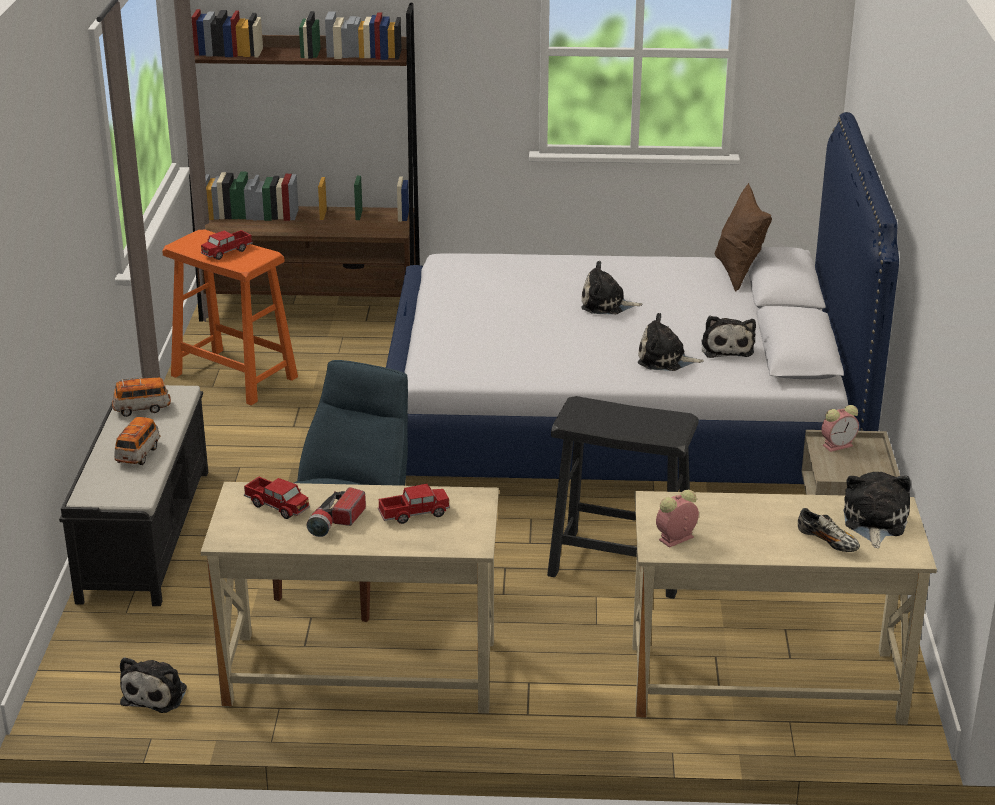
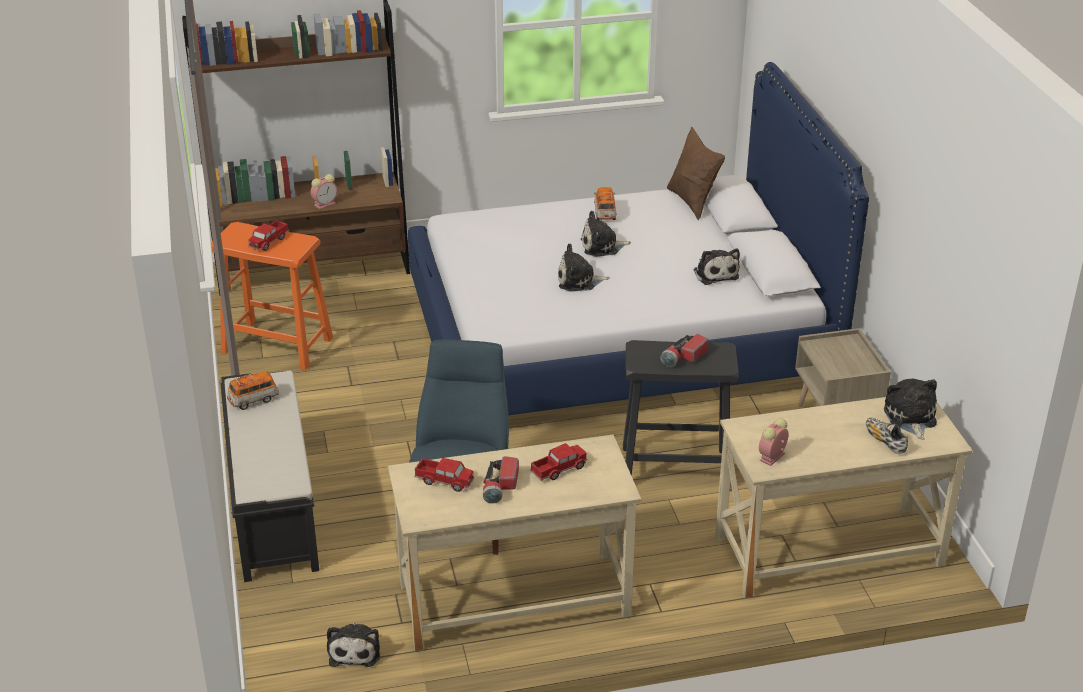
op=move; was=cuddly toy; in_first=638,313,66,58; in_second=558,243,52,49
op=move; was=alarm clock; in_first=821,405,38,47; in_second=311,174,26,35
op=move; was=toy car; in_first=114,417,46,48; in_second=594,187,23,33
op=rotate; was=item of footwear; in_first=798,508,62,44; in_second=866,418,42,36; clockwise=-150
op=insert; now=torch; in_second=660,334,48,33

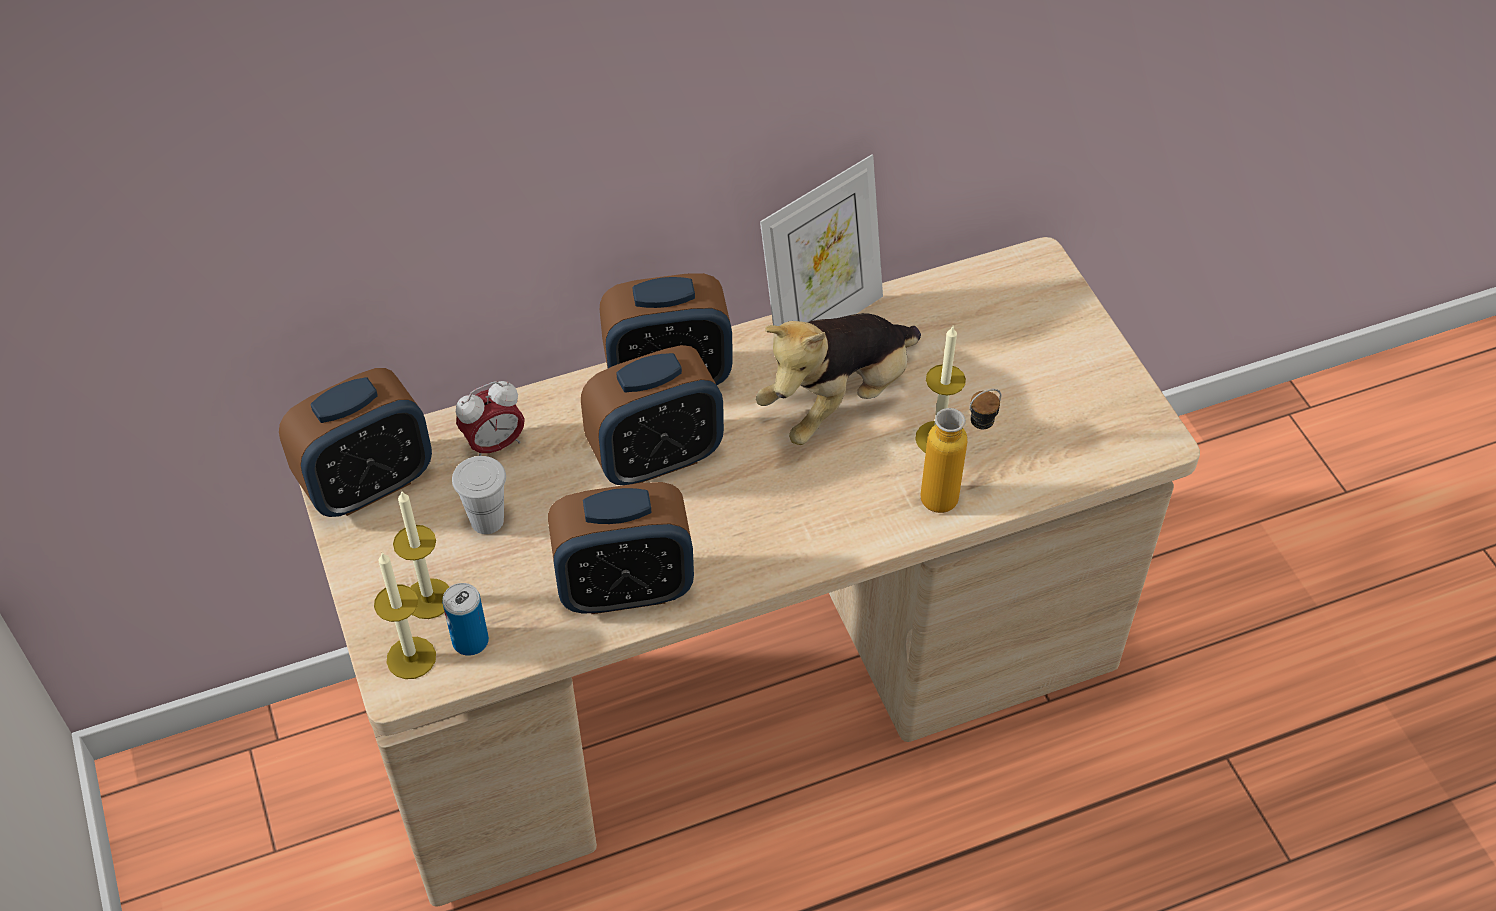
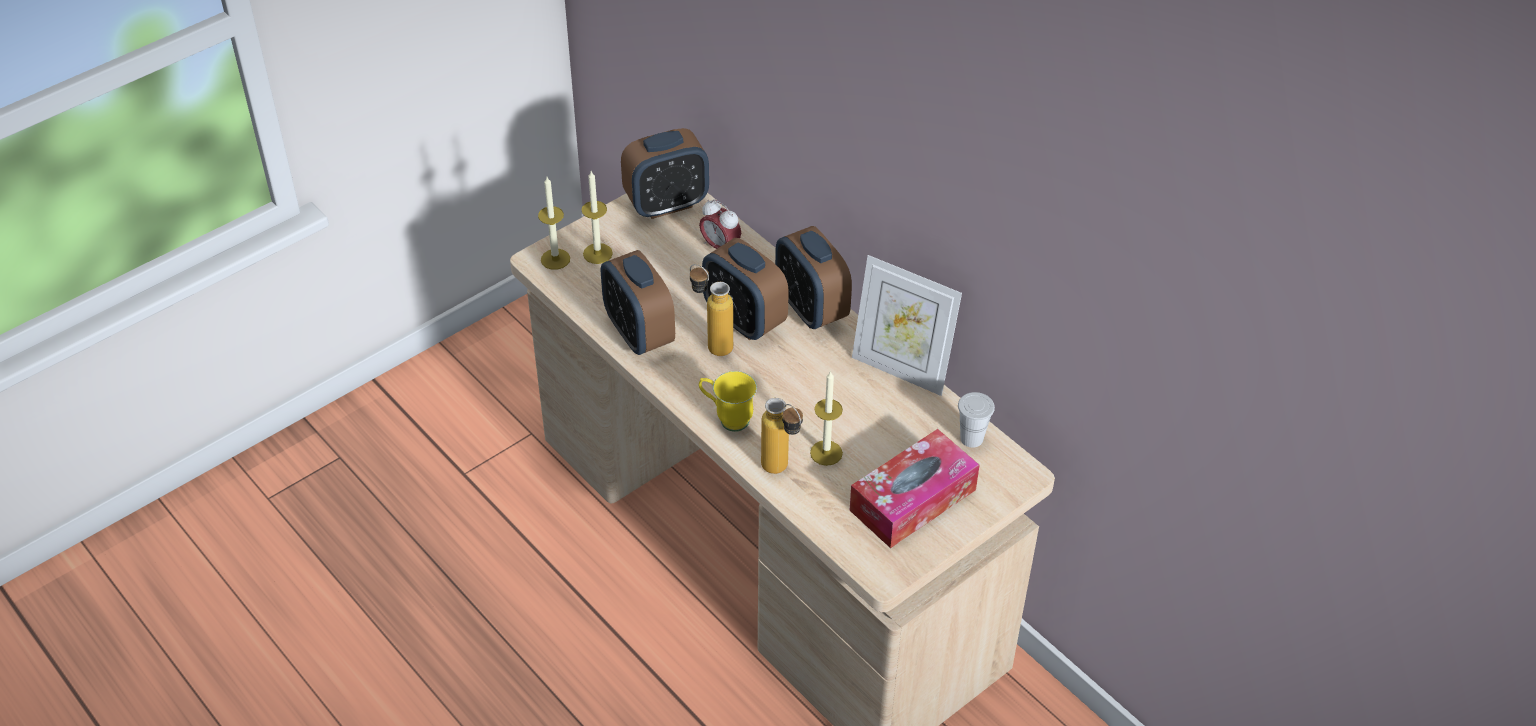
op=delete; was=cuddly toy; in_first=756,313,165,132
op=rotate; was=alarm clock; in_first=279,368,153,149; in_second=621,128,88,91; clockwise=-60
op=move; was=whitish drinking cup; in_first=452,456,54,78; in_second=958,392,37,56
op=delete; was=metal can; in_first=442,583,47,73
op=insert; now=beverage bottle; in_second=690,264,43,92
op=insert; now=yellow mug; in_second=699,371,58,61
op=insert; now=tissue box; in_second=850,429,129,119

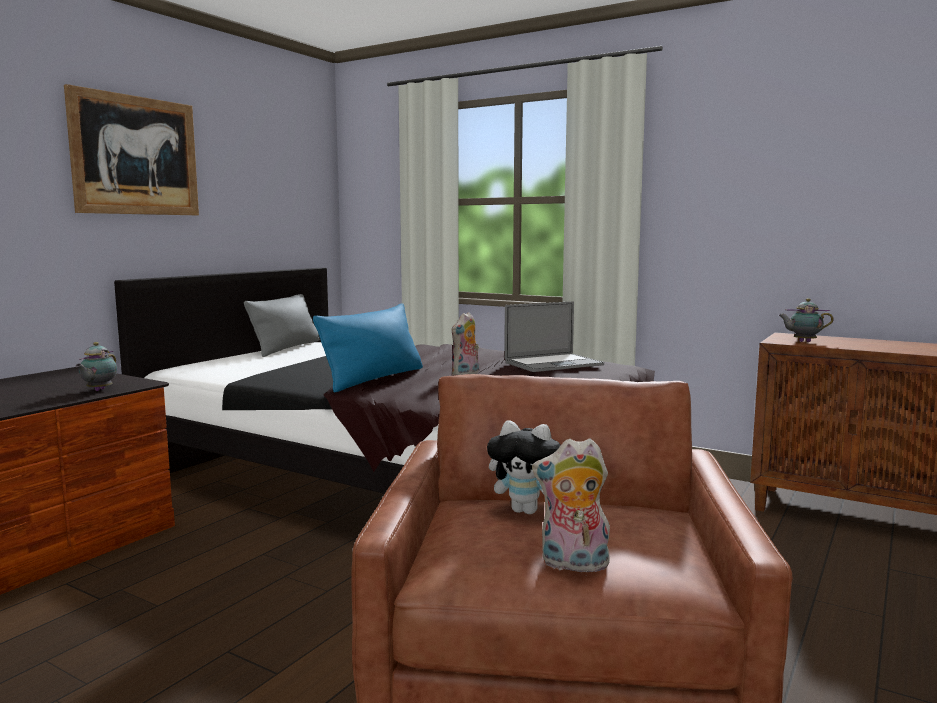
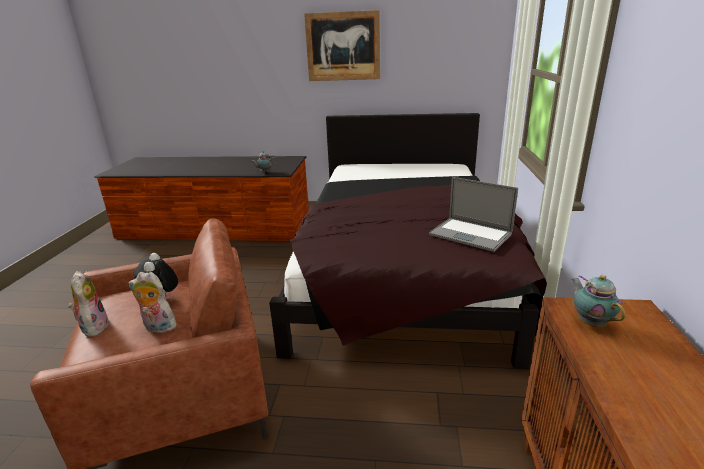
op=delete; was=greyish pillow; in_first=244,294,75,63
op=delete; was=bluish pillow; in_first=313,303,110,89
op=move; was=cuddly toy; in_first=451,312,28,64; in_second=129,272,48,61

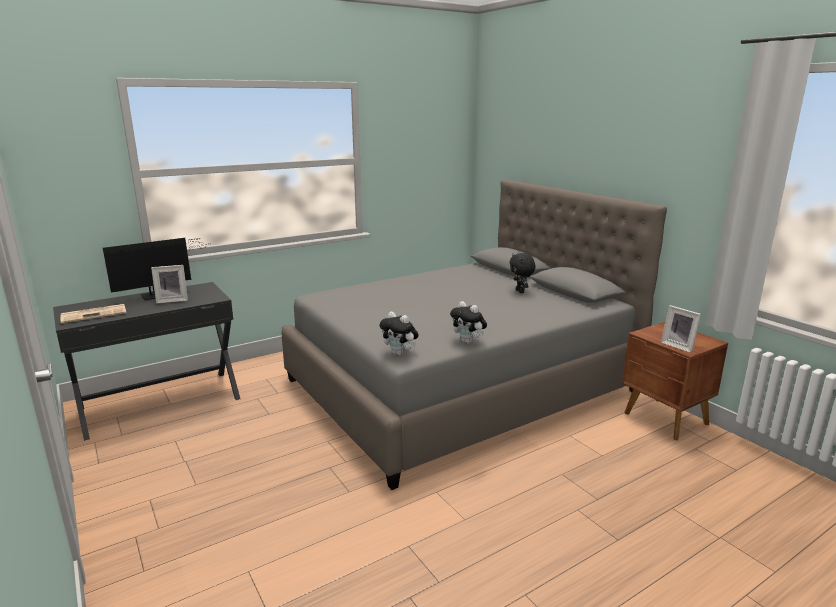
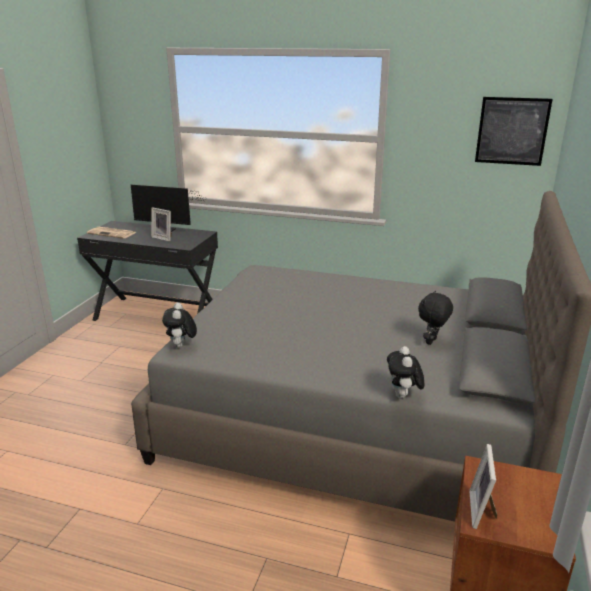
op=move; was=cuddly toy; in_first=450,301,37,43; in_second=387,346,37,52
op=insert; now=picture; in_second=475,97,78,69

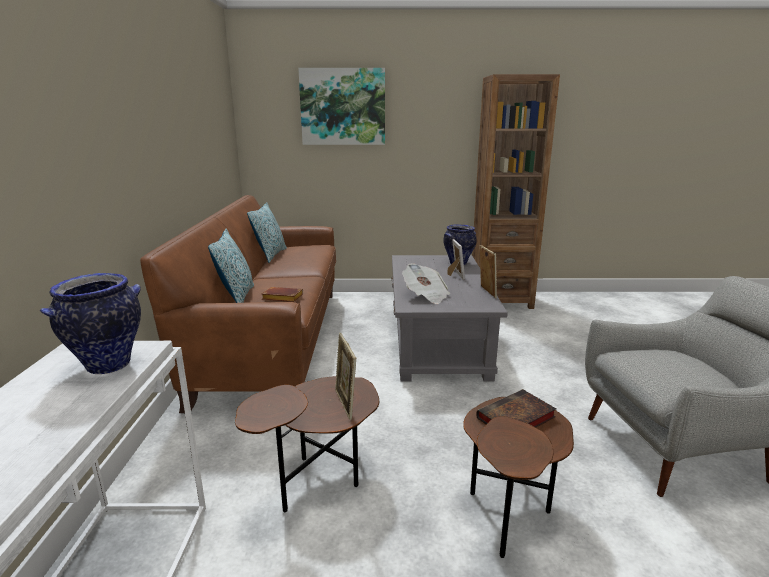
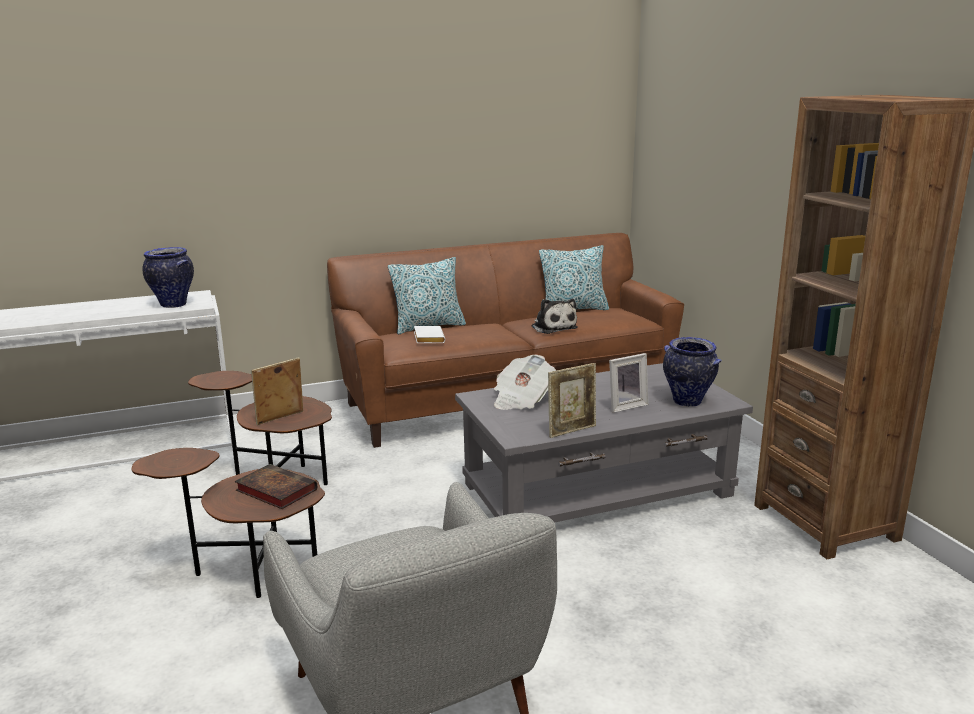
op=delete; was=picture; in_first=298,68,87,77
op=recolor; was=brown-coloured book; now=whitish book; in_first=262,287,41,15; in_second=414,326,31,17
op=insert; now=cuddly toy; in_second=532,299,46,35

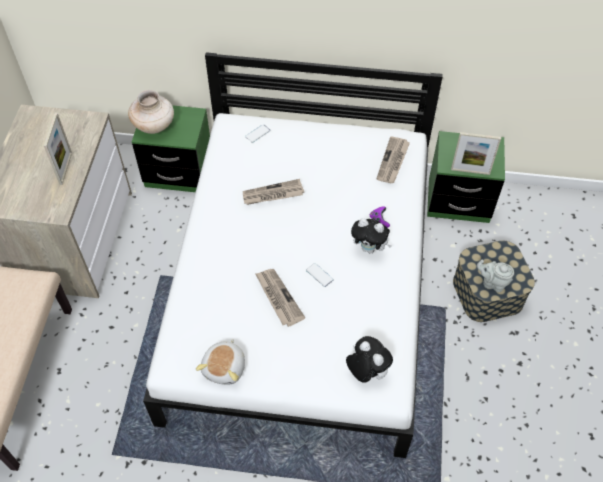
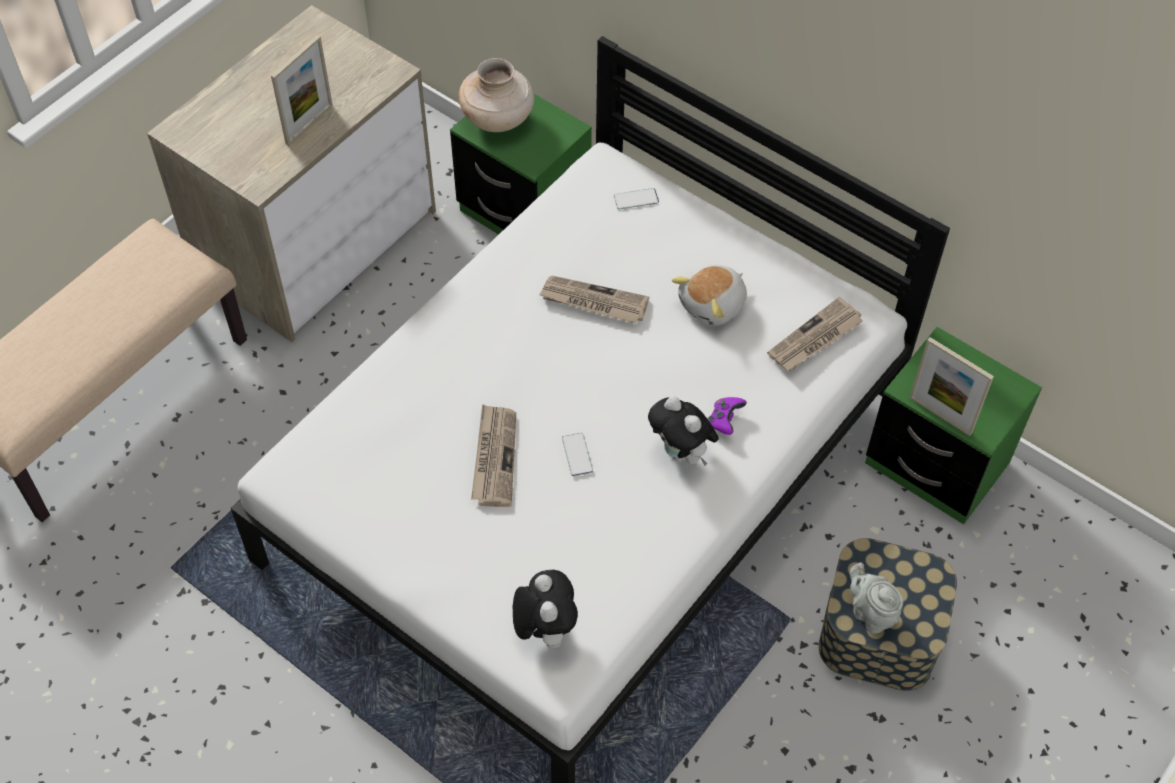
op=move; was=cuddly toy; in_first=196,339,49,46; in_second=672,264,75,62

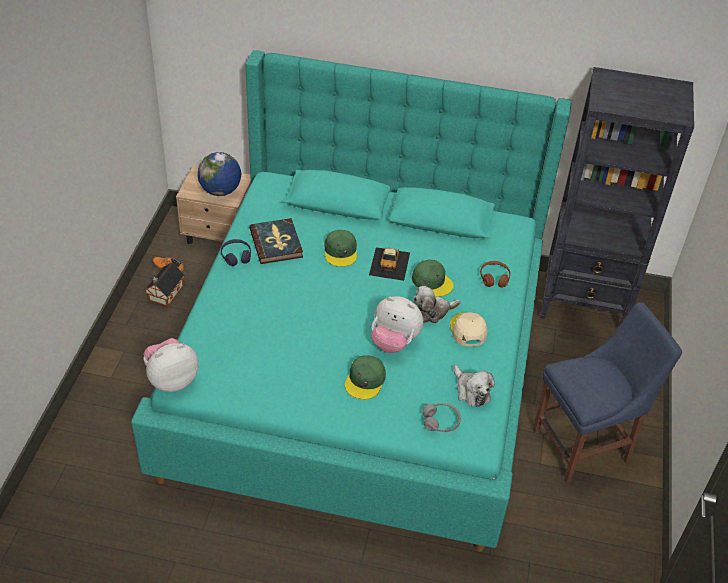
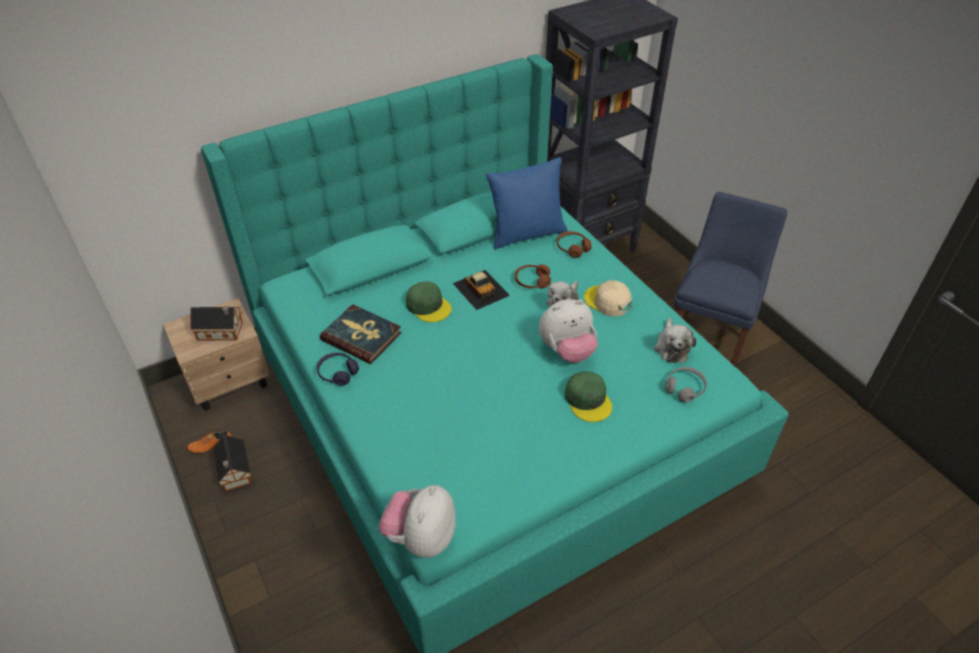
op=replace; was=world globe; now=toy house; in_first=198,152,44,44; in_second=191,306,52,34
op=replace; was=greenish baseball cap; now=brown-coloured headset; in_first=412,260,42,37; in_second=515,264,36,24
op=rotate; was=cuddly toy; in_first=454,365,41,42; in_second=654,318,42,45; clockwise=75
op=insert; now=bluish pillow; in_second=486,157,82,92

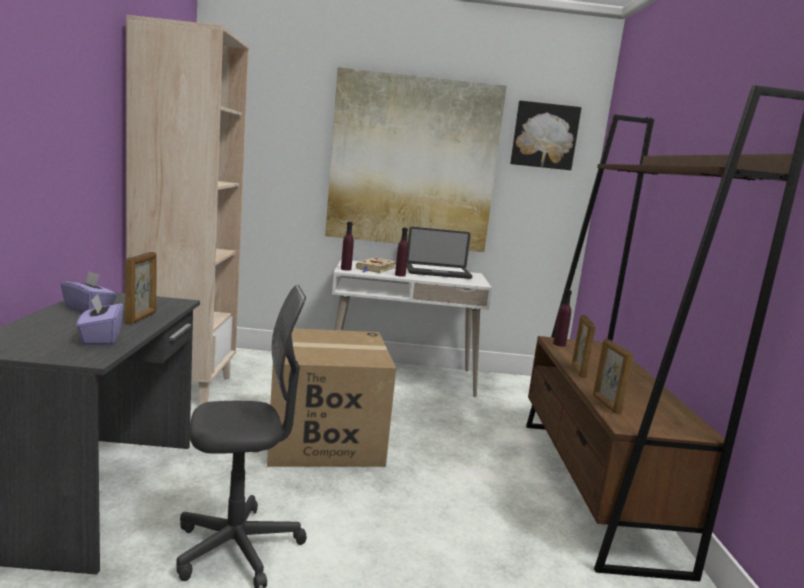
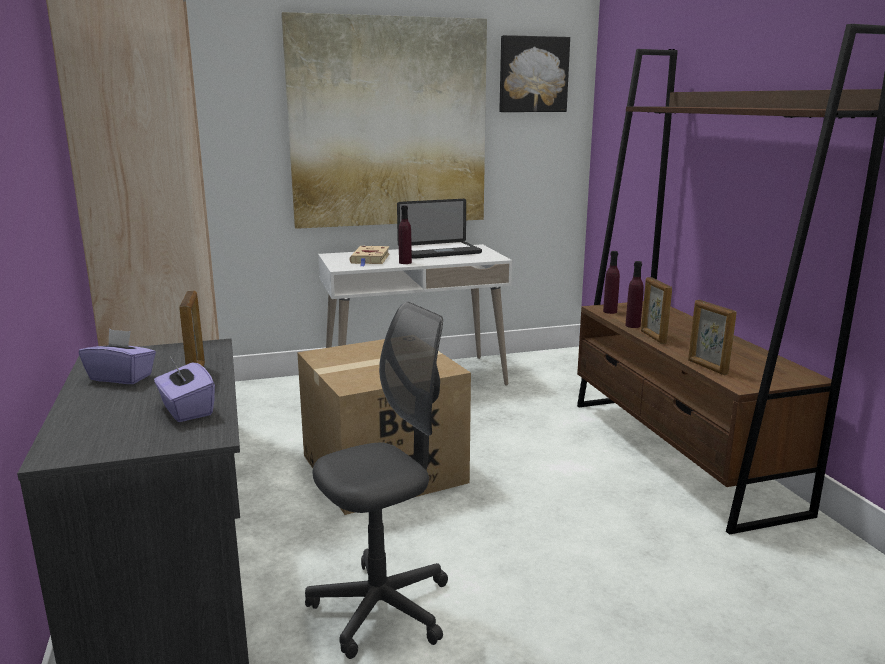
op=move; was=purple-coloured beverage bottle; in_first=341,222,13,49; in_second=625,261,19,67

